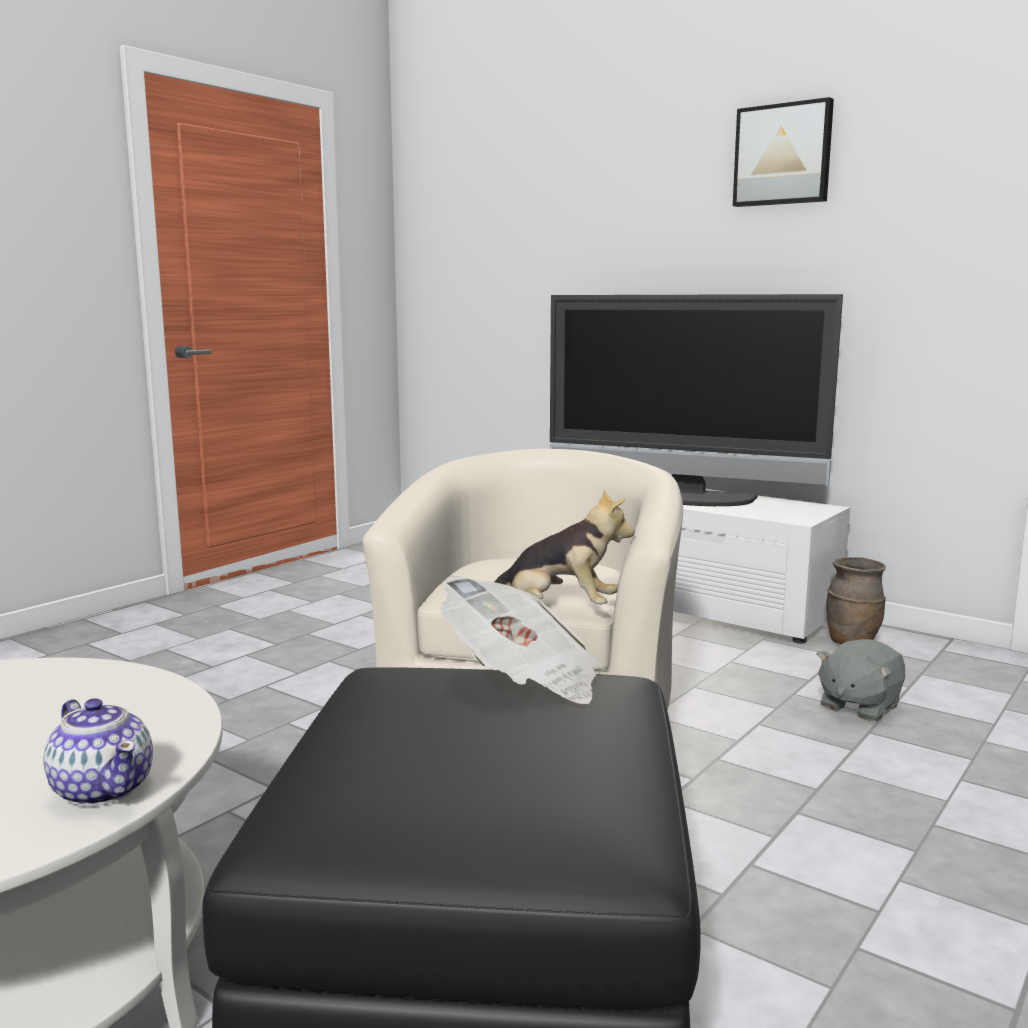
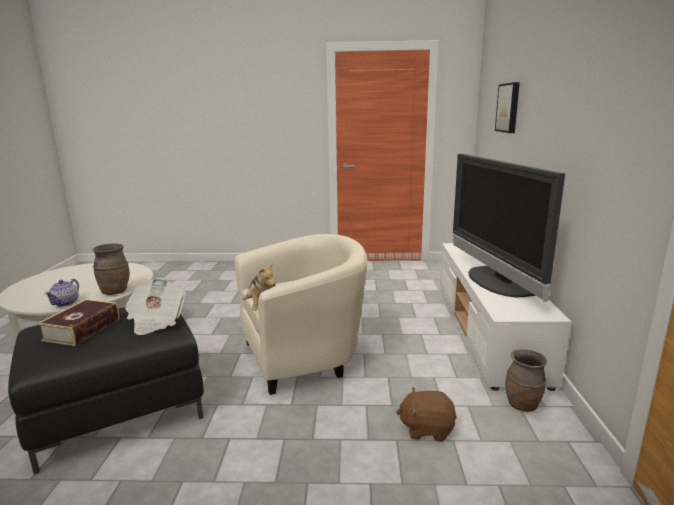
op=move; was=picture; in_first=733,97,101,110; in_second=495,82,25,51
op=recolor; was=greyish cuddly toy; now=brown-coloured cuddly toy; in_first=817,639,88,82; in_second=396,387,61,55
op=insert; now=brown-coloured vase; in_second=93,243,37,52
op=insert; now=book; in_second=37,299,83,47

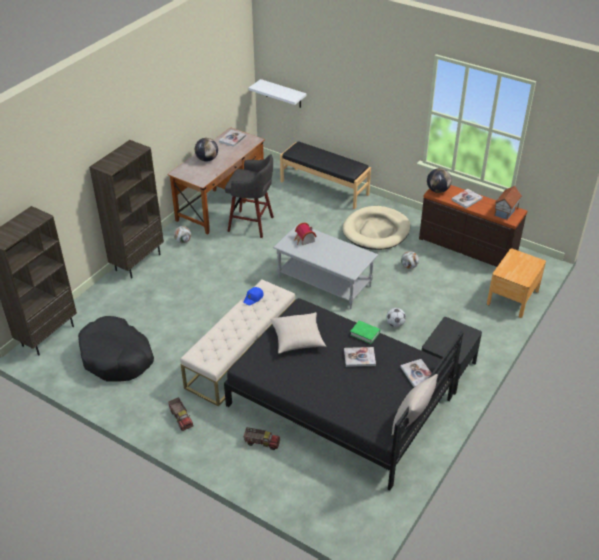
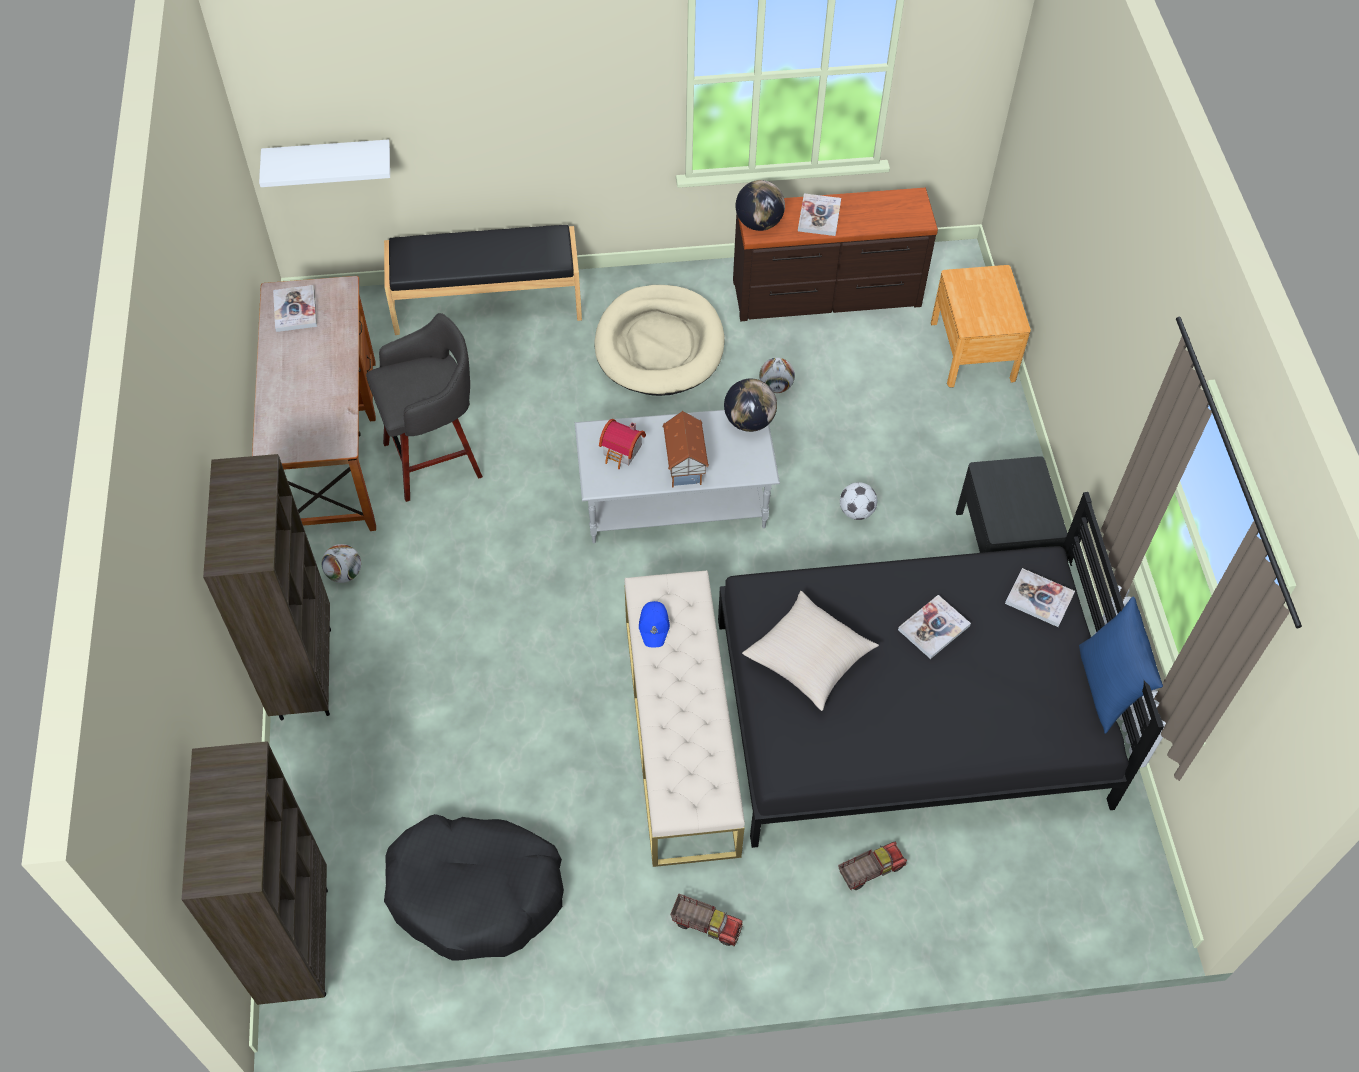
op=move; was=world globe; in_first=195,138,23,24; in_second=724,378,53,54
op=move; was=toy house; in_first=494,186,28,34; in_second=662,411,47,77
op=delete; was=greenish book; in_first=350,321,30,23
op=recolor; was=beige pillow; now=bluish pillow; in_first=392,374,46,61; in_second=1079,597,84,137

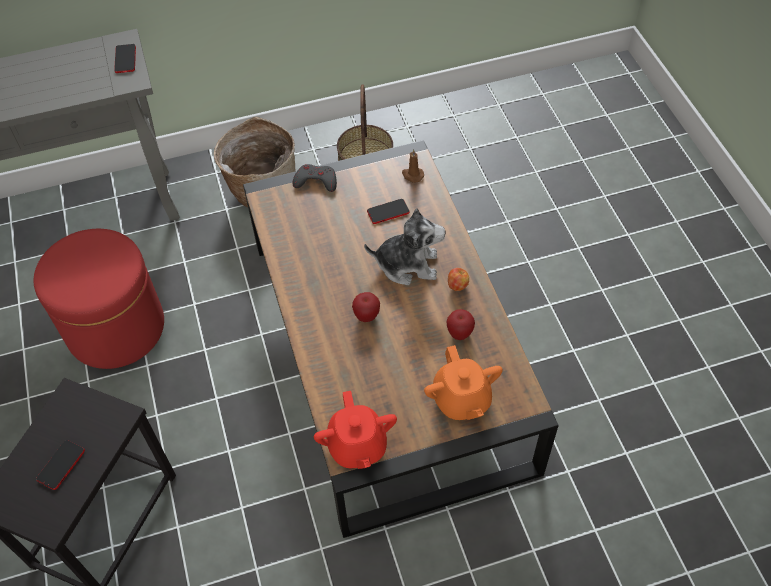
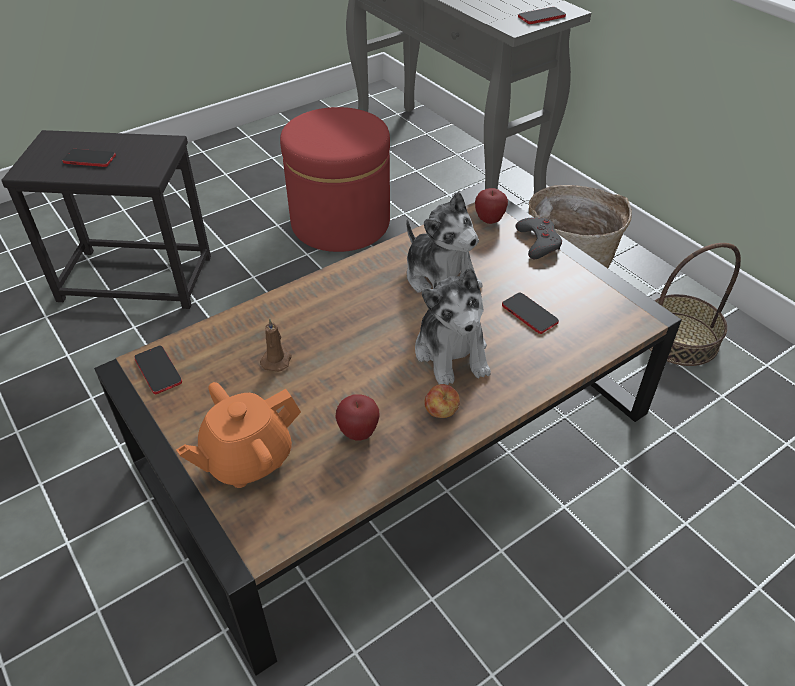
op=move; was=brown-coloured candle; in_first=402,149,22,34; in_second=260,318,32,54
op=move; was=apple; in_first=352,292,28,30; in_second=475,188,33,36
op=replace; was=reddish tea pot; now=telephone; in_first=314,391,83,78; in_second=134,345,48,49
op=insert; now=cuddly toy; in_second=406,192,77,101

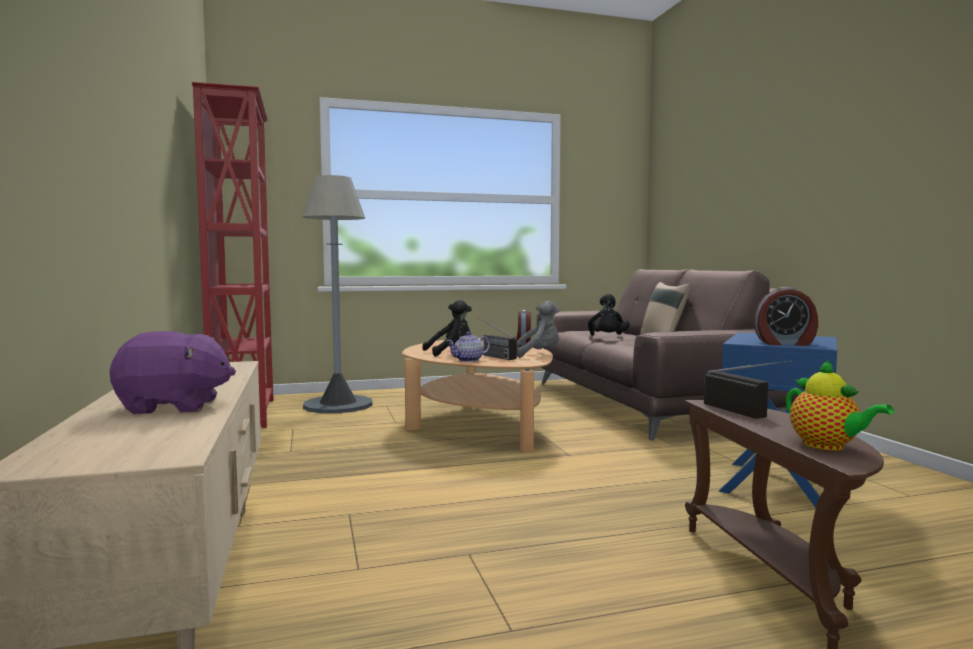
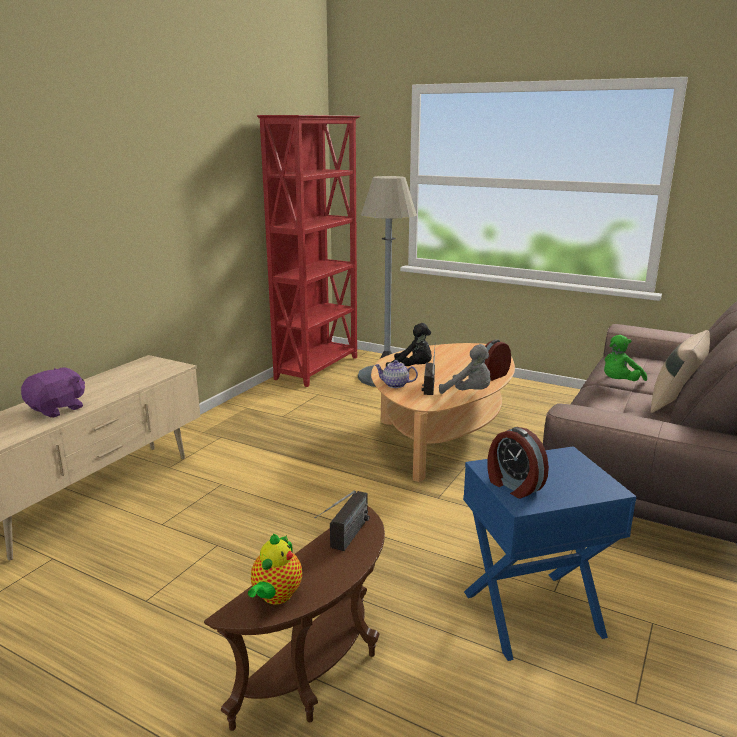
op=recolor; was=black-coloured cuddly toy; now=greenish cuddly toy; in_first=588,294,42,42; in_second=604,335,43,46
op=rotate; was=purple-coloured cuddly toy; in_first=110,331,126,83; in_second=21,367,64,51; clockwise=-90

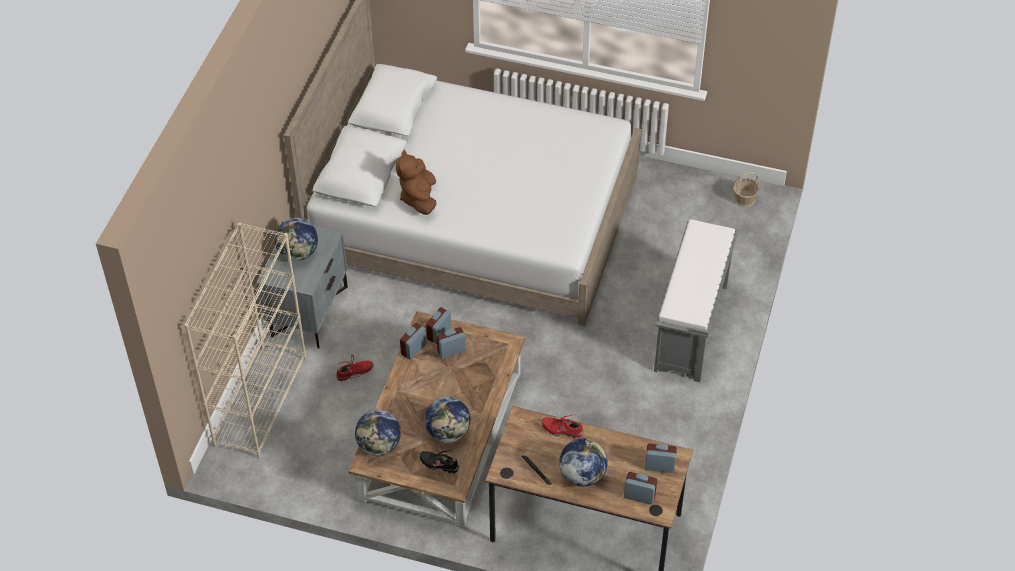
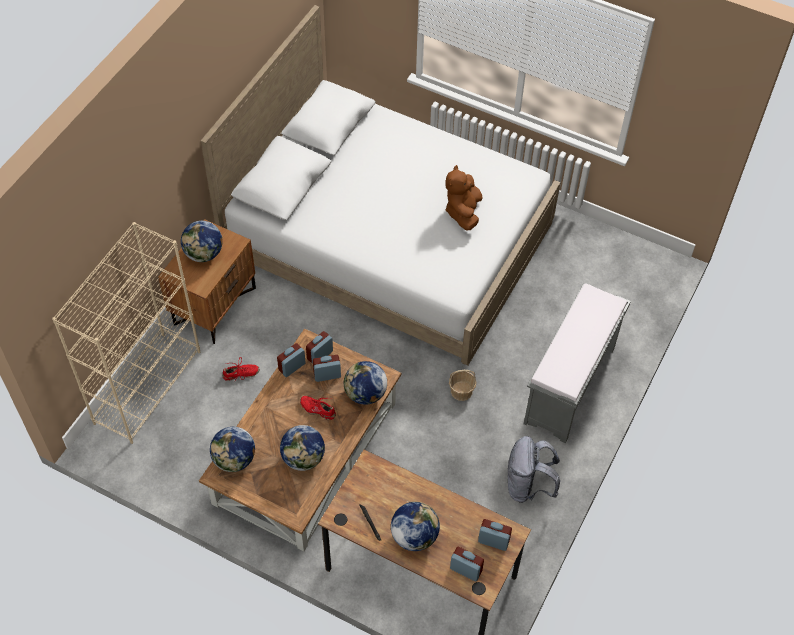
op=move; was=brown-coloured cuddly toy; in_first=396,150,40,65; in_second=446,165,37,65
op=move; was=household basket; in_first=733,172,27,35; in_second=449,370,27,31
op=recolor; was=greyish nightstand; now=brown-coloured nightstand; in_first=257,225,91,123; in_second=158,219,98,125
op=move; was=reddish item of footwear; in_first=541,414,42,24; in_second=300,396,36,24
op=delete; was=black-coloured item of footwear; in_first=419,450,40,24
op=insert; now=world globe; in_second=344,361,43,44
op=insert; now=greyish backpack; in_second=508,436,52,67

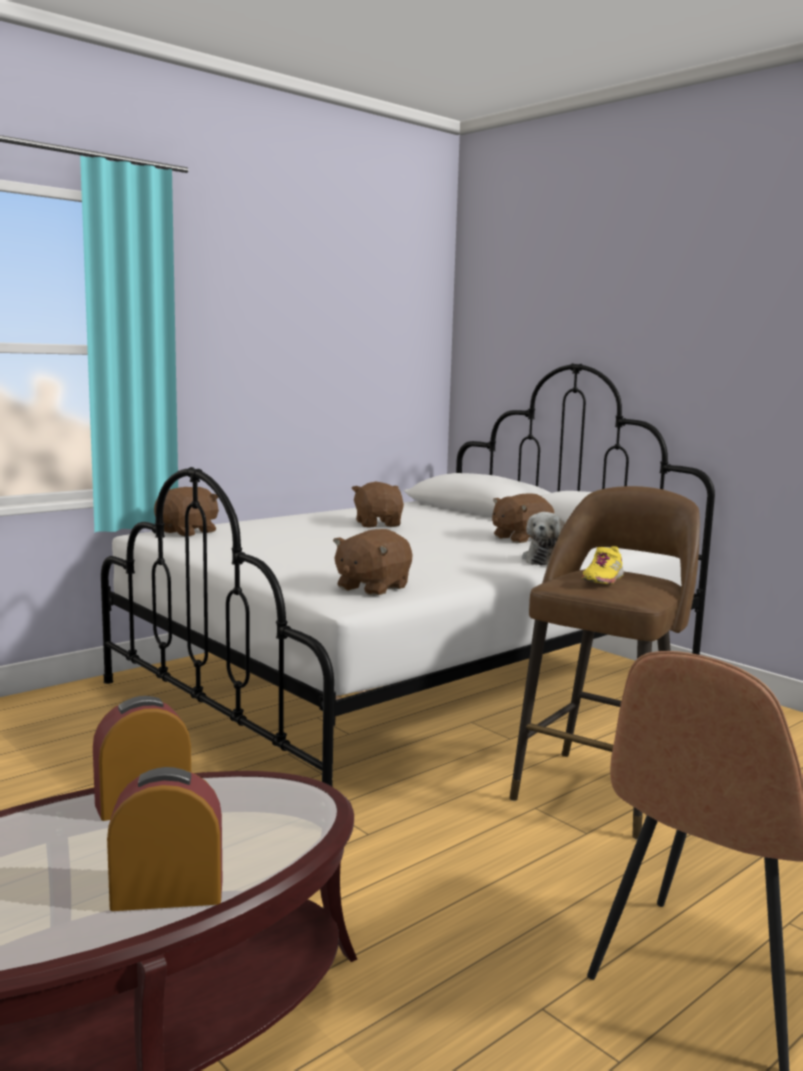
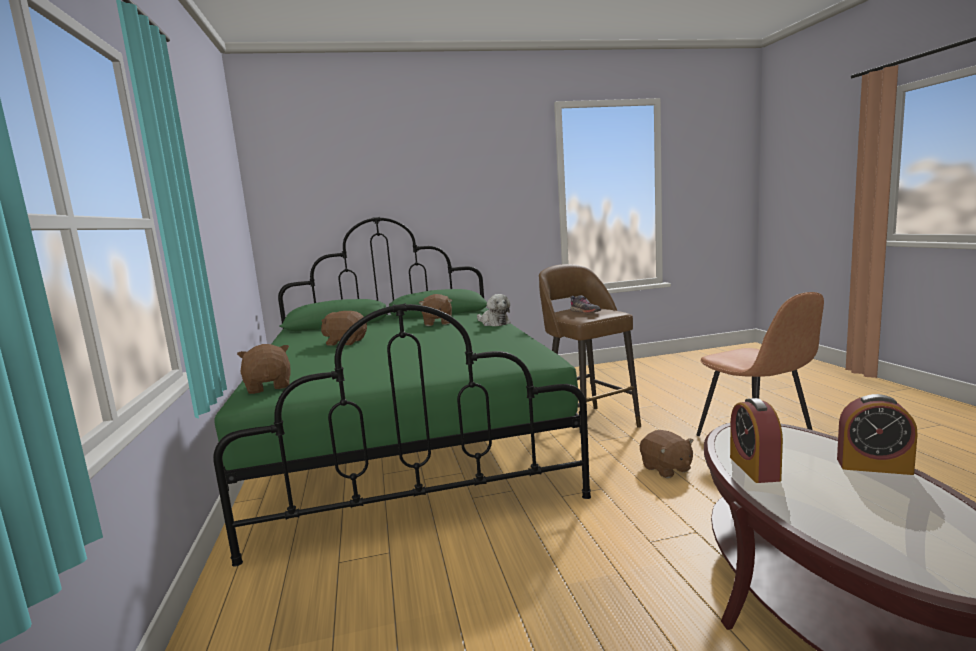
op=recolor; was=whitish bedroom bed; now=greenish bedroom bed; in_first=101,363,614,423; in_second=213,217,378,350
op=move; was=brown-coloured cuddly toy; in_first=333,529,80,67; in_second=640,430,54,48
op=recolor; was=yellow item of footwear; now=greyish item of footwear; in_first=581,546,43,38; in_second=570,295,31,18
op=rotate; was=alarm clock; in_first=107,767,115,144; in_second=837,394,81,81; clockwise=-90

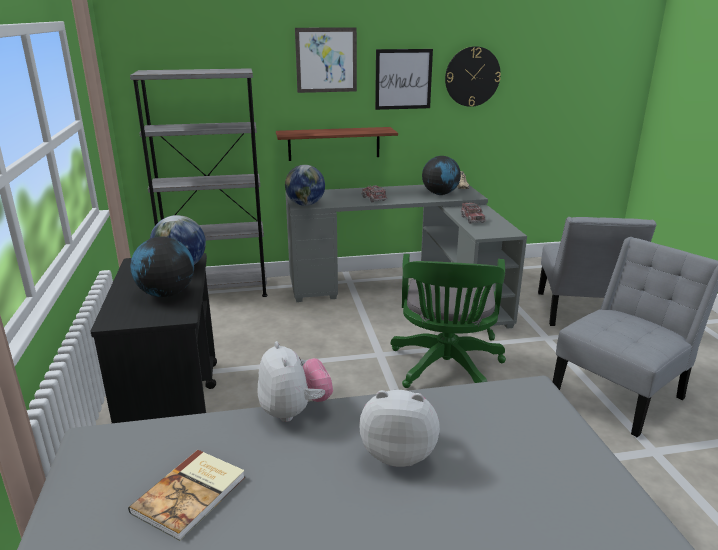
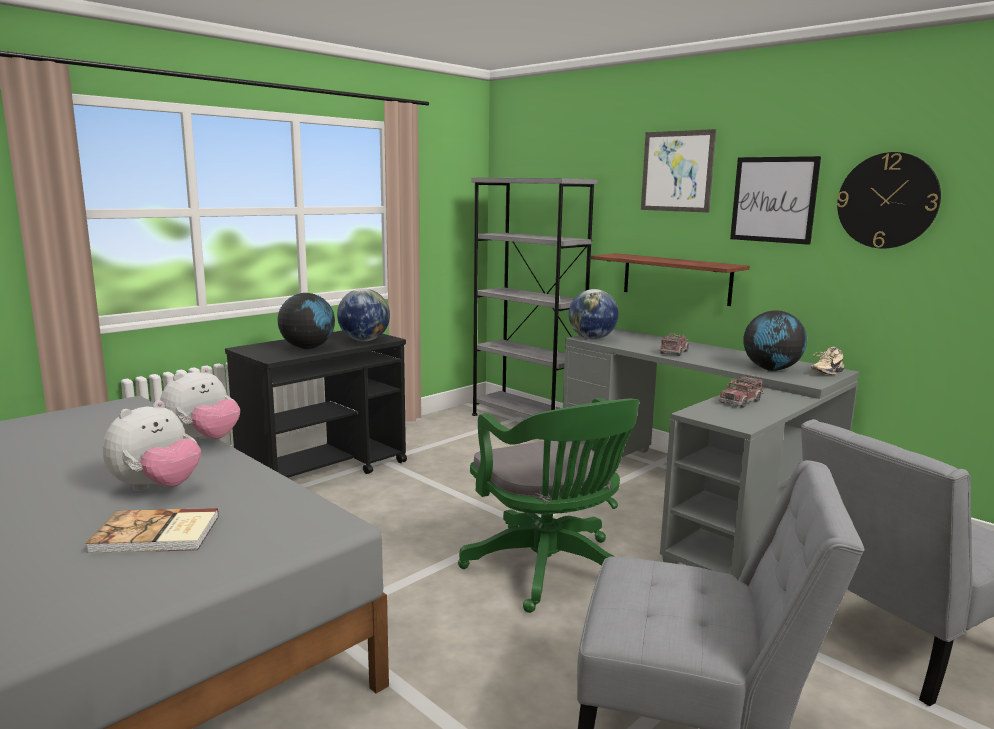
op=rotate; was=greenish office chair; in_first=391,254,115,134; in_second=458,398,181,215; clockwise=-90
op=rotate; was=cuddly toy; in_first=359,390,81,77; in_second=103,400,98,91; clockwise=60
op=move; was=book; in_first=128,450,117,91; in_second=85,508,134,46

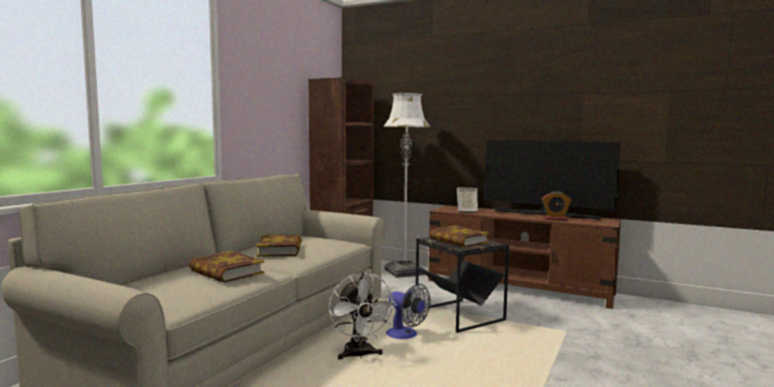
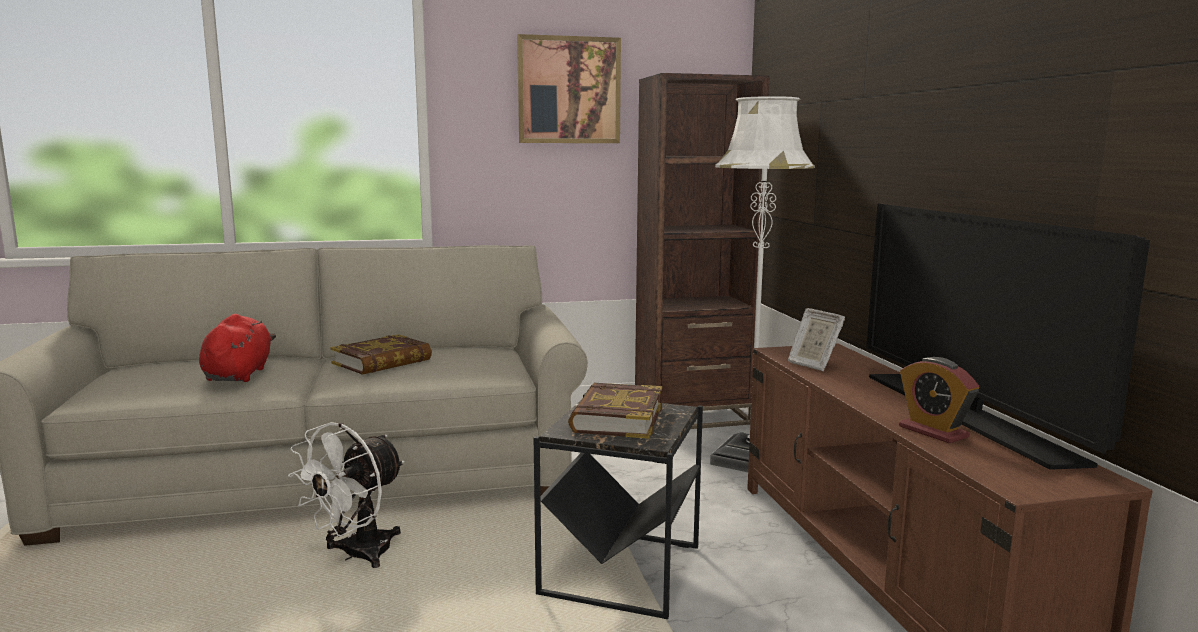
op=replace; was=book; now=reddish cuddly toy; in_first=189,251,75,32; in_second=199,314,77,68
op=delete; was=fan; in_first=386,284,45,55
op=insert; now=picture; in_second=517,34,104,109

